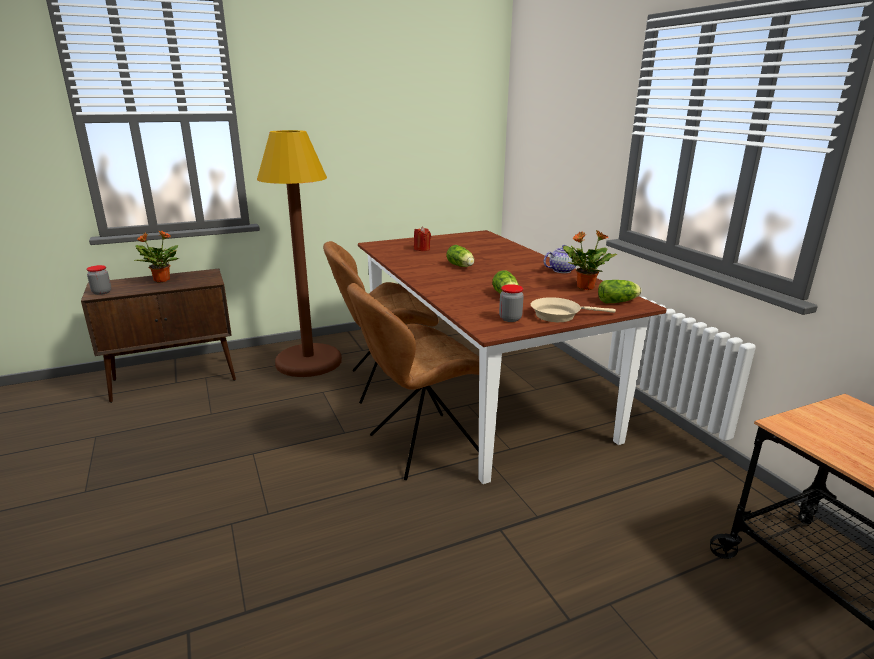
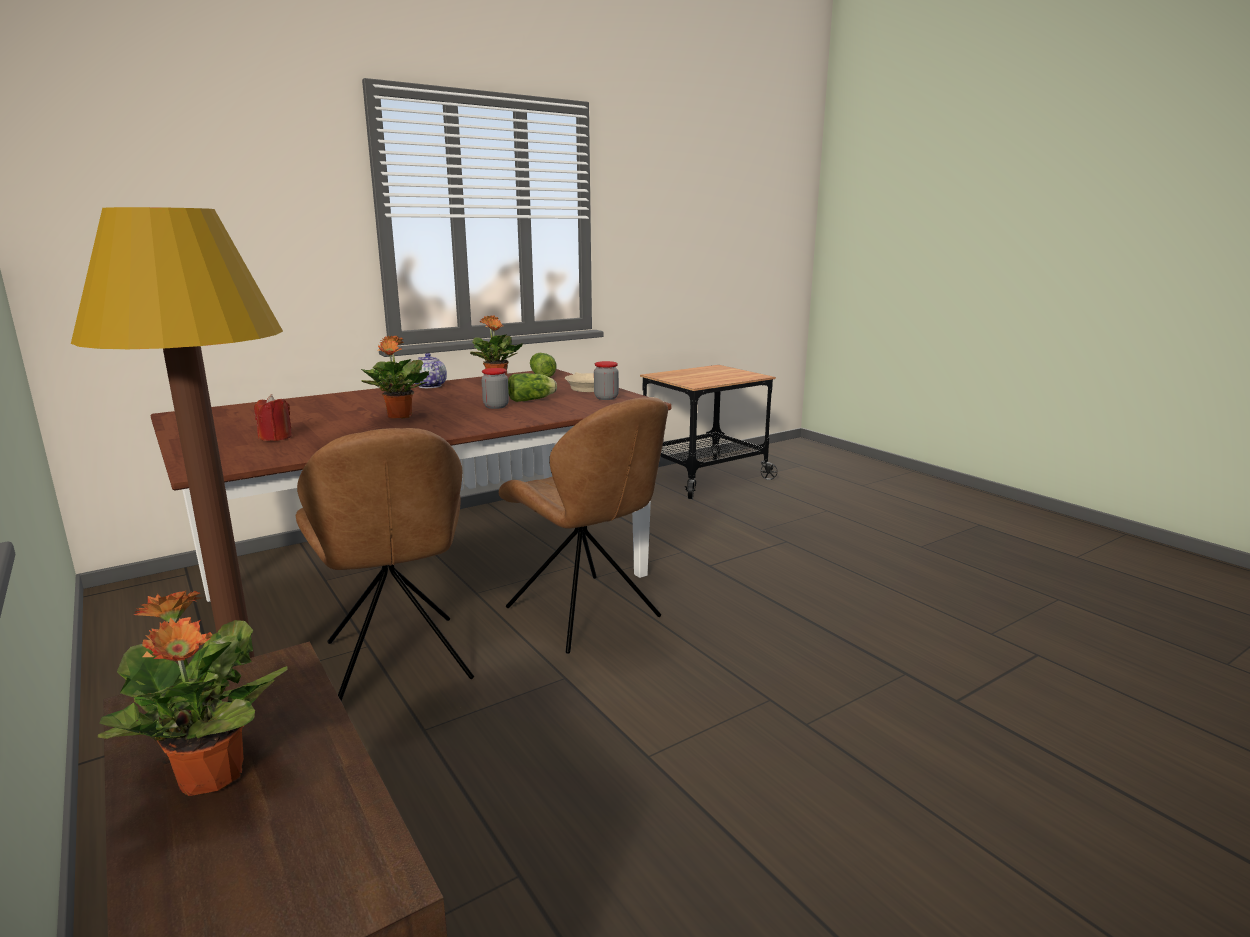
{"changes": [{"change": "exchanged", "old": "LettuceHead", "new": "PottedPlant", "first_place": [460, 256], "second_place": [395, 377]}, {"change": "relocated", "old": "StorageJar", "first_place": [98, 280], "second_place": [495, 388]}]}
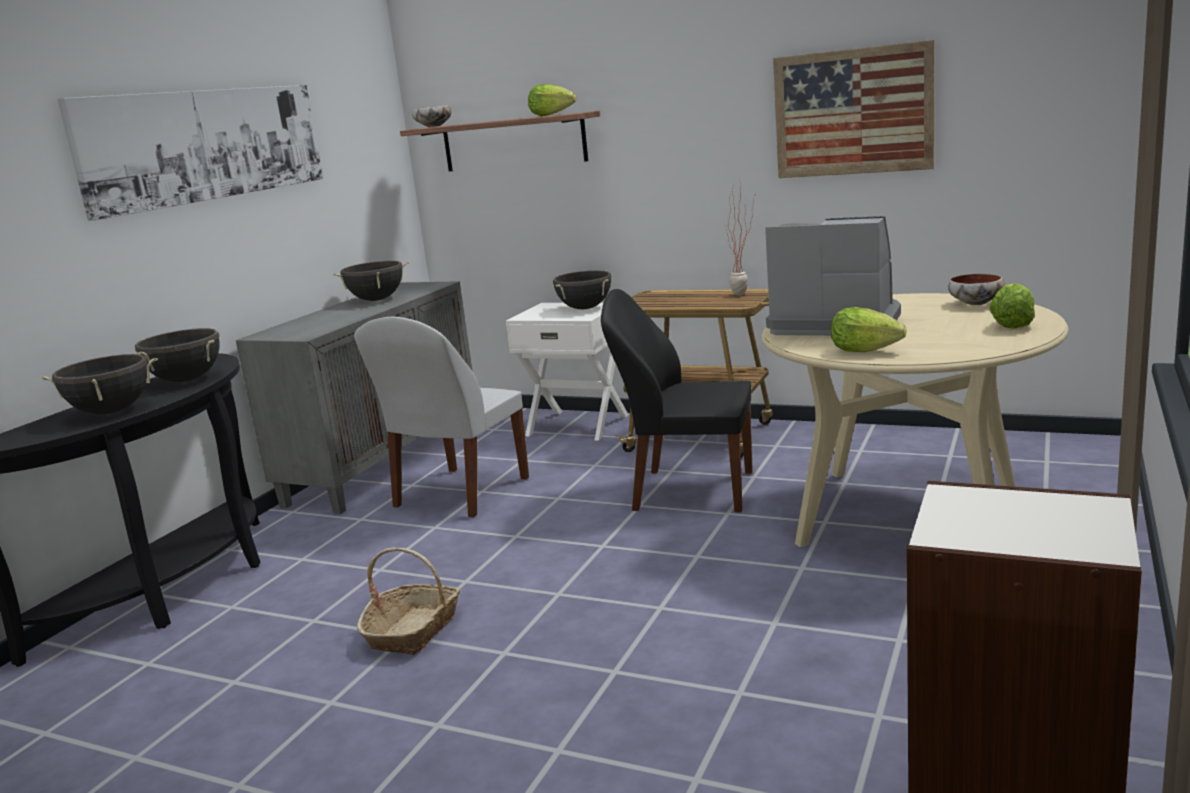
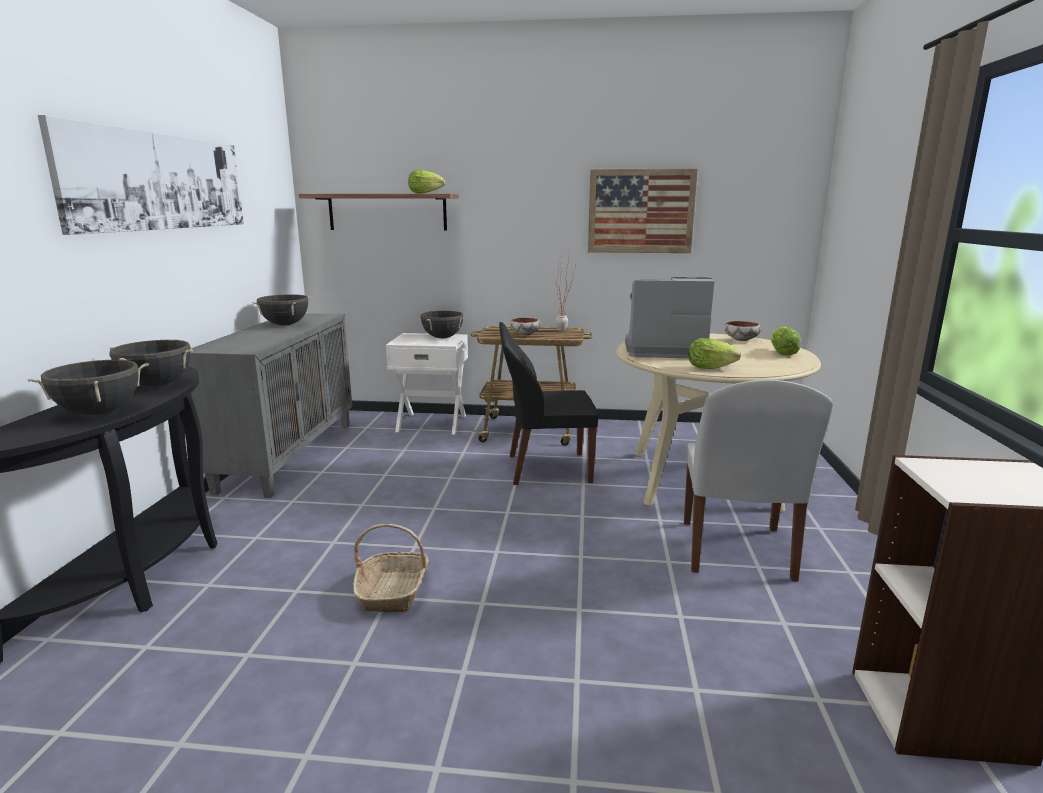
{"changes": [{"change": "relocated", "old": "ServingBowl", "first_place": [431, 116], "second_place": [525, 326]}, {"change": "relocated", "old": "WhitishChair", "first_place": [441, 417], "second_place": [758, 480]}]}
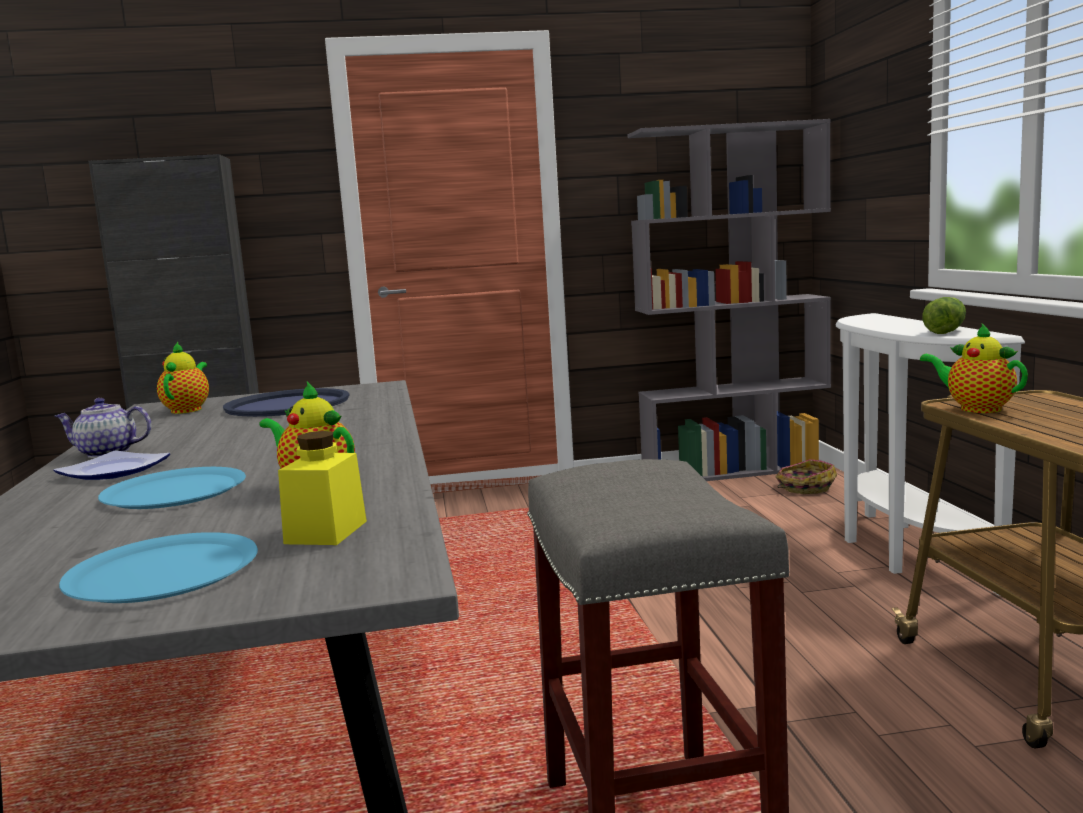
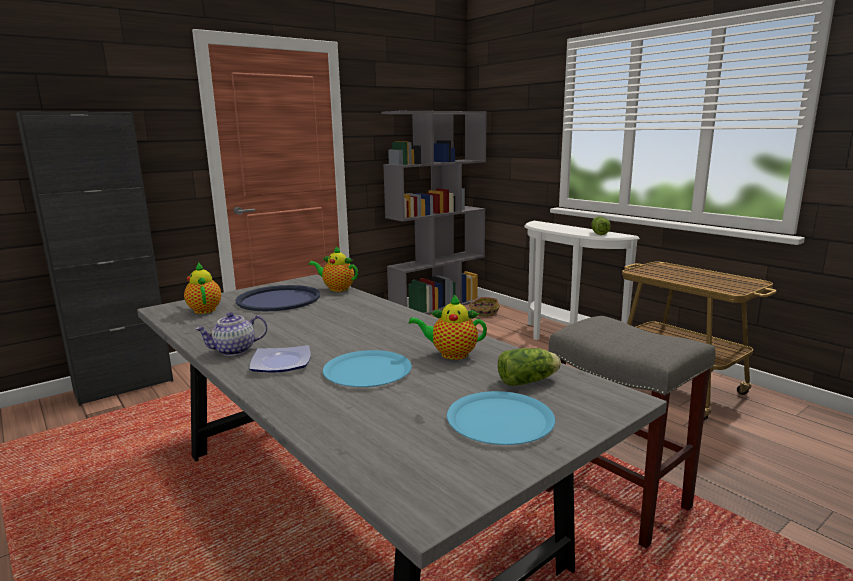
{"changes": [{"change": "relocated", "old": "TeaPot", "first_place": [974, 368], "second_place": [333, 269]}, {"change": "exchanged", "old": "YellowStorageJar", "new": "LettuceHead", "first_place": [322, 488], "second_place": [529, 367]}]}
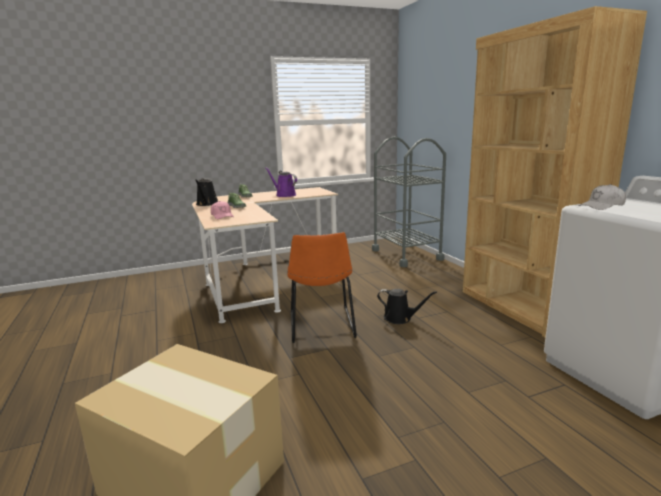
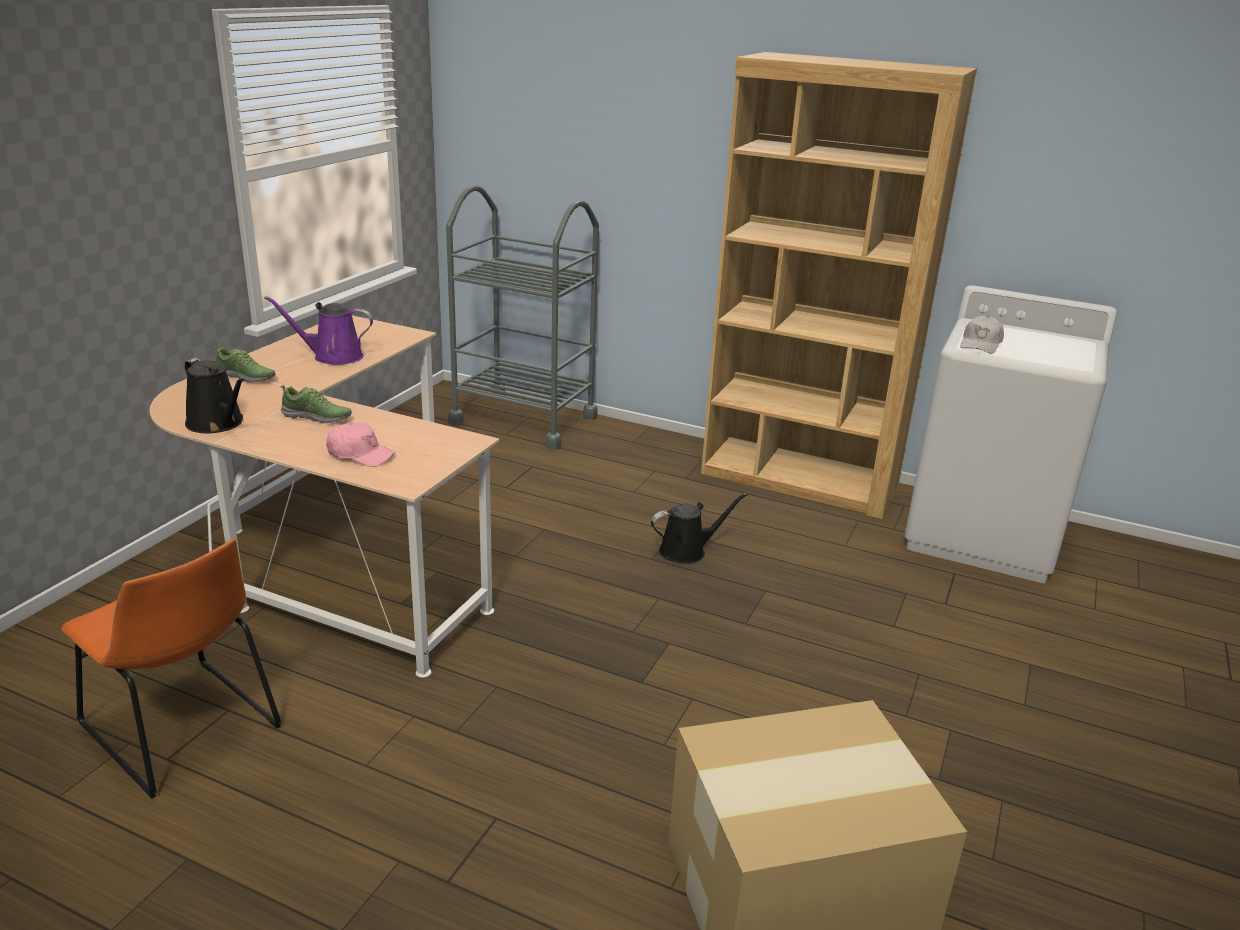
{"changes": [{"change": "relocated", "old": "OrangeyChair", "first_place": [322, 287], "second_place": [171, 669]}]}
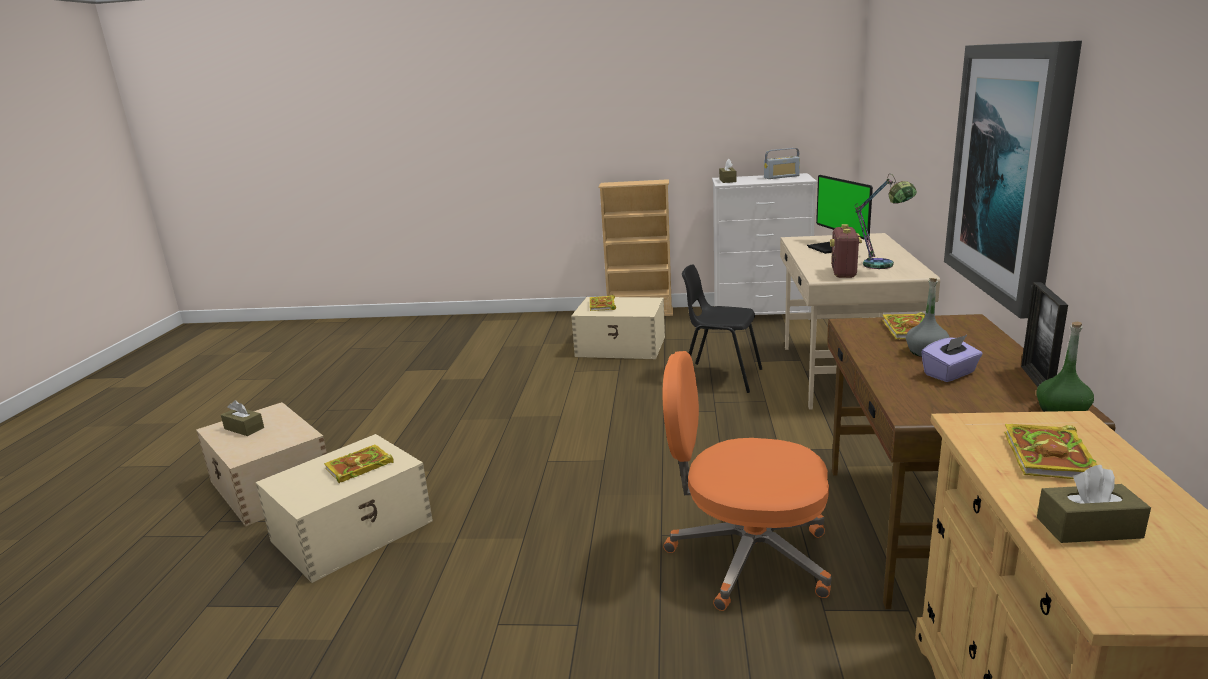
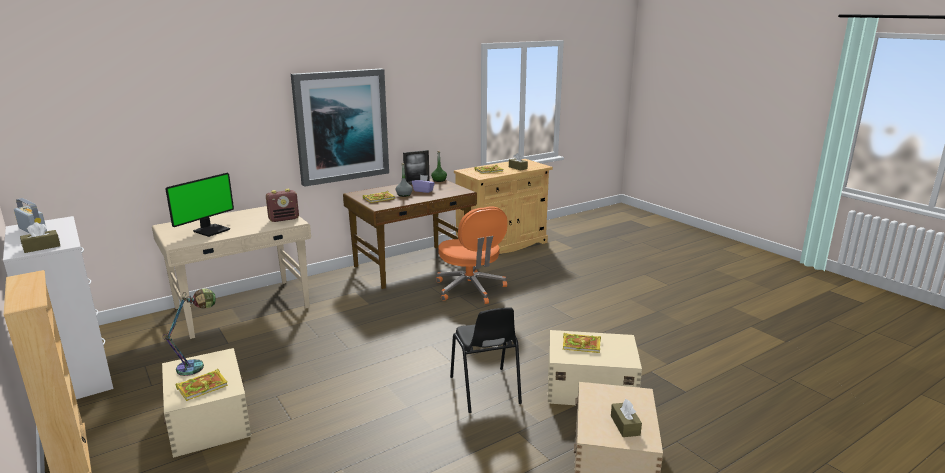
{"changes": [{"change": "relocated", "old": "TableLamp", "first_place": [886, 221], "second_place": [189, 332]}, {"change": "relocated", "old": "BlackChair", "first_place": [722, 328], "second_place": [486, 360]}]}
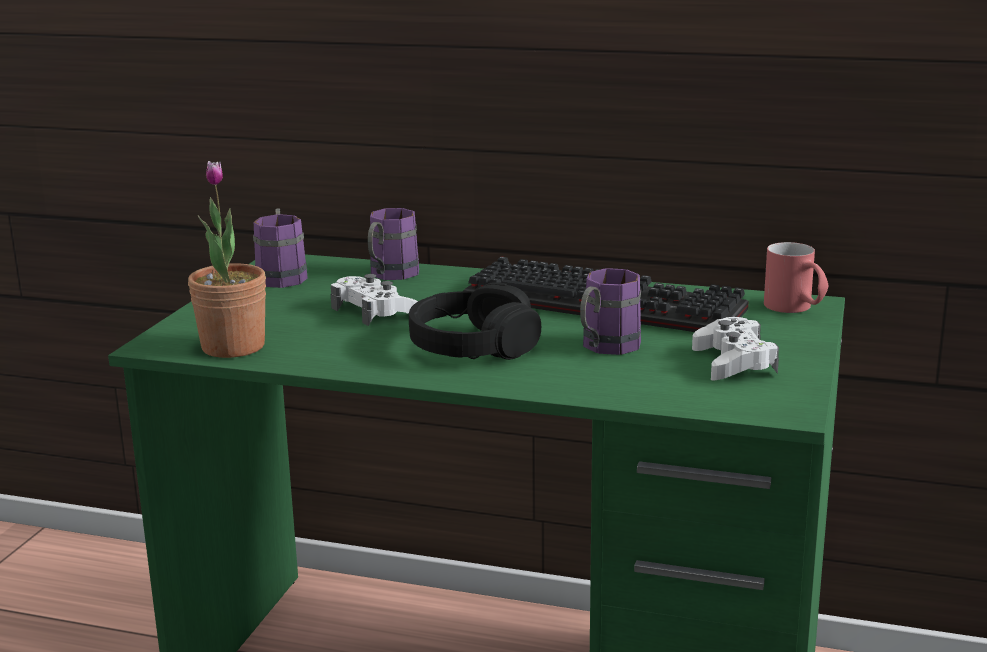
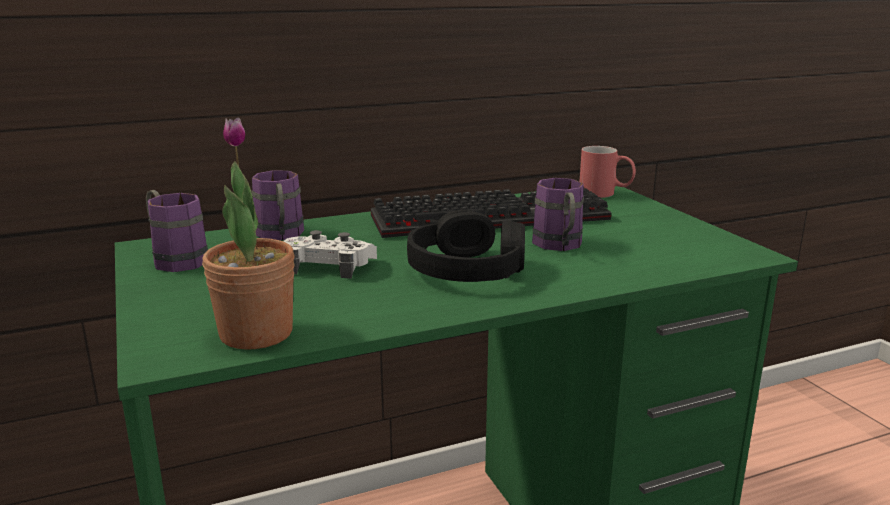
{"changes": [{"change": "missing", "old": "WhitishJoypad", "first_place": [735, 349]}]}
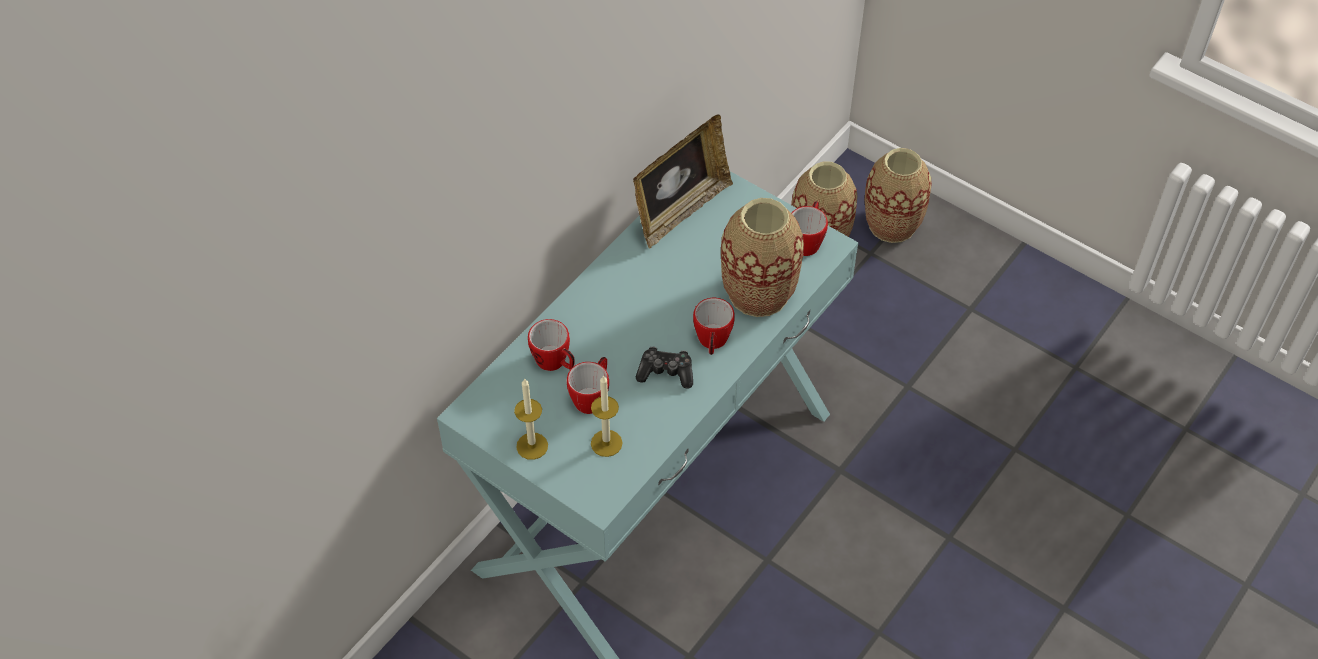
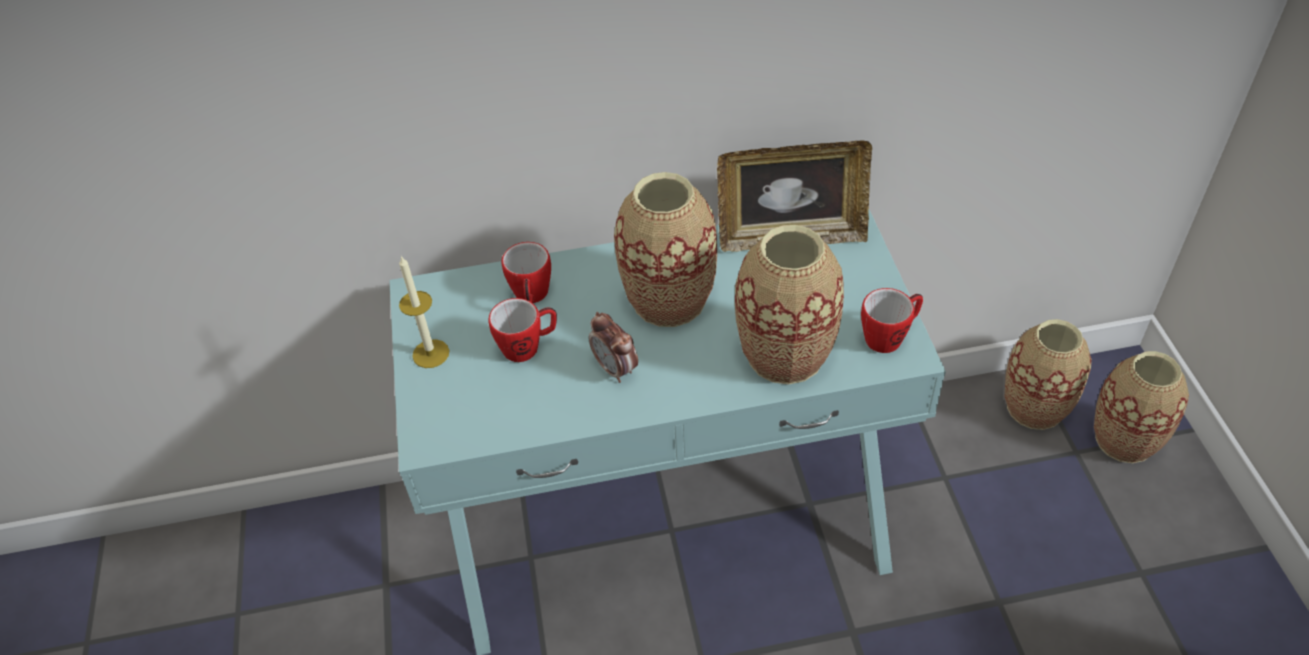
{"changes": [{"change": "missing", "old": "TeaMug", "first_place": [714, 326]}, {"change": "exchanged", "old": "Joypad", "new": "TableClock", "first_place": [664, 367], "second_place": [613, 347]}, {"change": "missing", "old": "Candle", "first_place": [607, 416]}, {"change": "appeared", "new": "FlowerVase", "second_place": [665, 249]}]}
